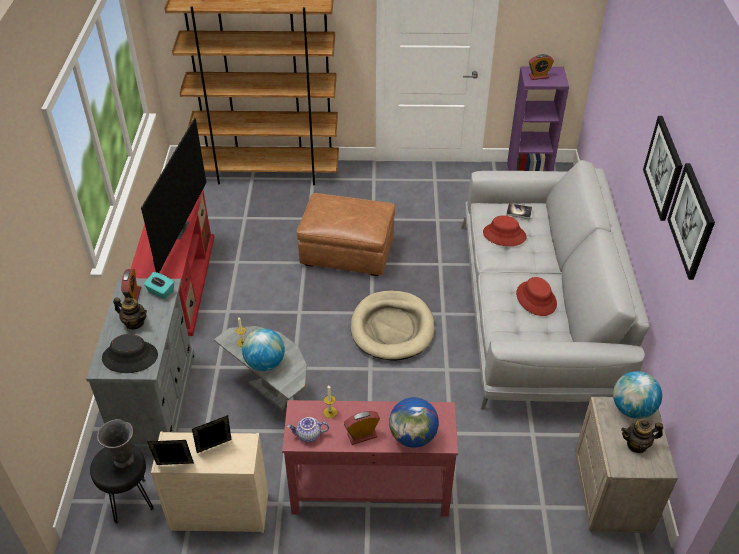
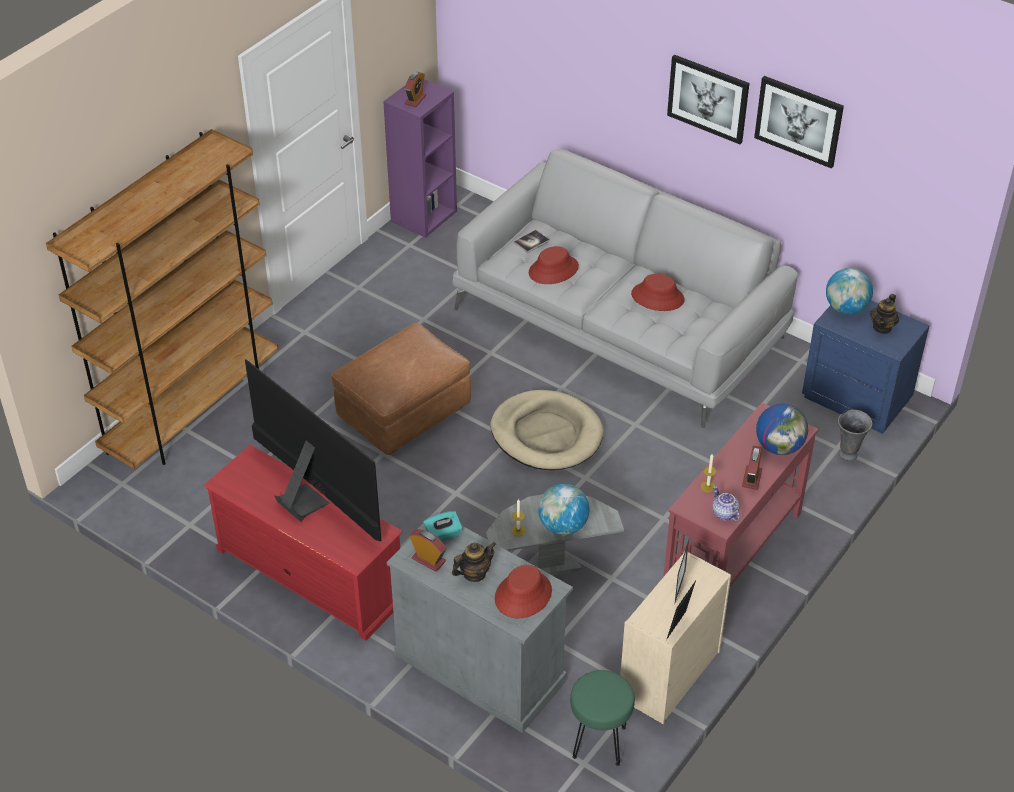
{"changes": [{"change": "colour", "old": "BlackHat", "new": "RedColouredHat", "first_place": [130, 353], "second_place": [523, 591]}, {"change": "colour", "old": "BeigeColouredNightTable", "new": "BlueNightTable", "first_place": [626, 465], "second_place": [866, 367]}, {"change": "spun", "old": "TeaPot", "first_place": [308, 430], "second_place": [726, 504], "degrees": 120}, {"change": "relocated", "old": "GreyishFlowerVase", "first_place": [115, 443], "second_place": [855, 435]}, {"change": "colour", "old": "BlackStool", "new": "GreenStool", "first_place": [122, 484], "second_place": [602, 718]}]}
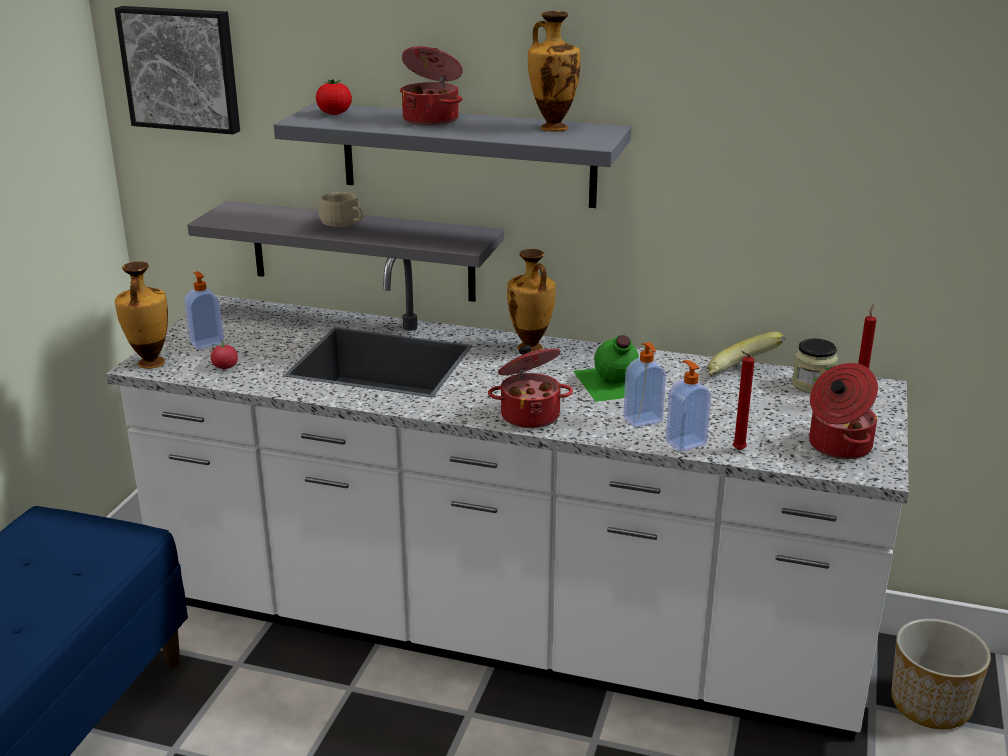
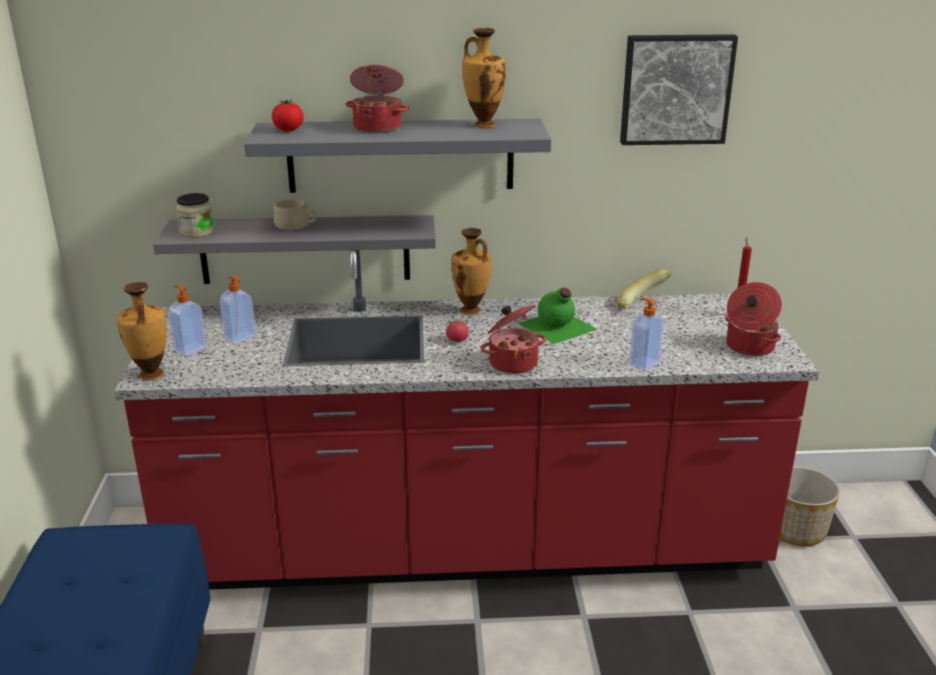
{"changes": [{"change": "relocated", "old": "Picture", "first_place": [177, 70], "second_place": [679, 89]}, {"change": "colour", "old": "WhitishCounter", "new": "RedColouredCounter", "first_place": [507, 499], "second_place": [467, 420]}, {"change": "relocated", "old": "FreshTomato", "first_place": [224, 354], "second_place": [457, 329]}, {"change": "relocated", "old": "StorageJar", "first_place": [815, 366], "second_place": [195, 215]}, {"change": "relocated", "old": "LiquidSoapBottle", "first_place": [644, 384], "second_place": [238, 310]}, {"change": "missing", "old": "RedColouredCandle", "first_place": [744, 400]}]}
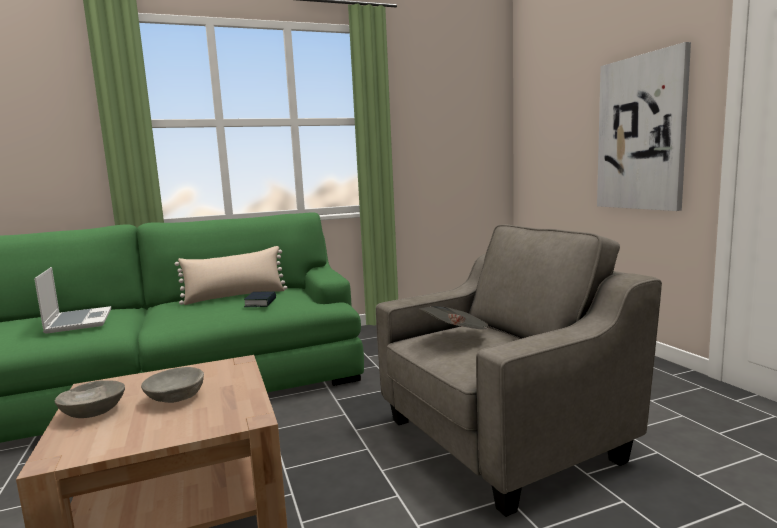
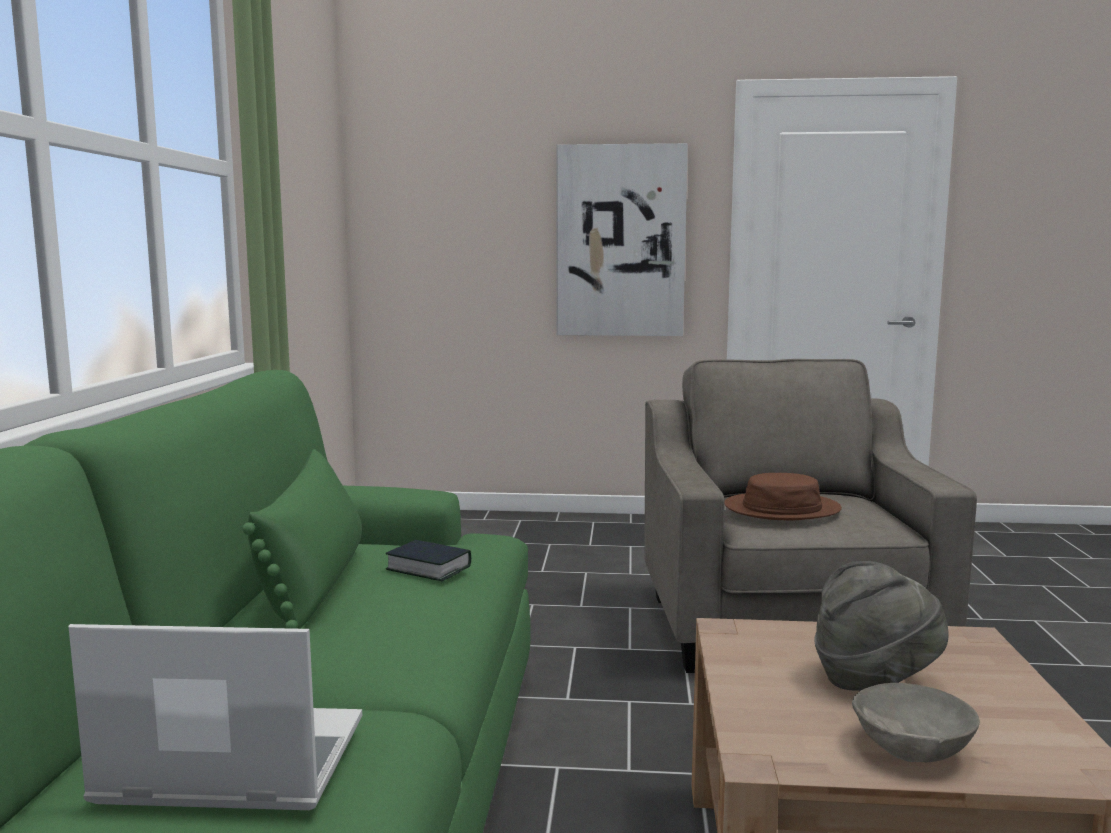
{"changes": [{"change": "colour", "old": "BeigeColouredThrowPillow", "new": "GreenThrowPillow", "first_place": [231, 275], "second_place": [302, 539]}, {"change": "exchanged", "old": "DailyPaper", "new": "BrownishHat", "first_place": [454, 318], "second_place": [783, 496]}, {"change": "exchanged", "old": "GreyishServingBowl", "new": "GreyishHat", "first_place": [172, 385], "second_place": [882, 626]}]}
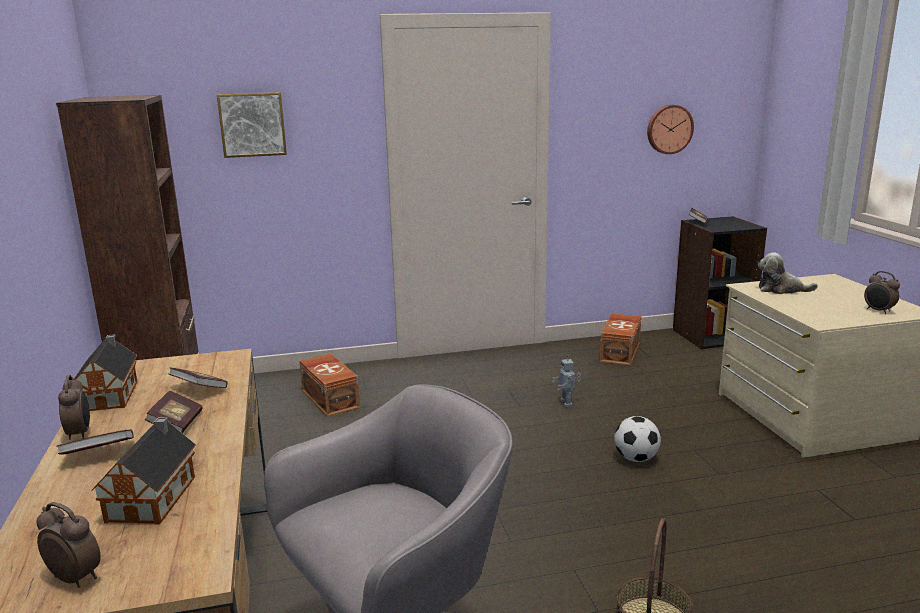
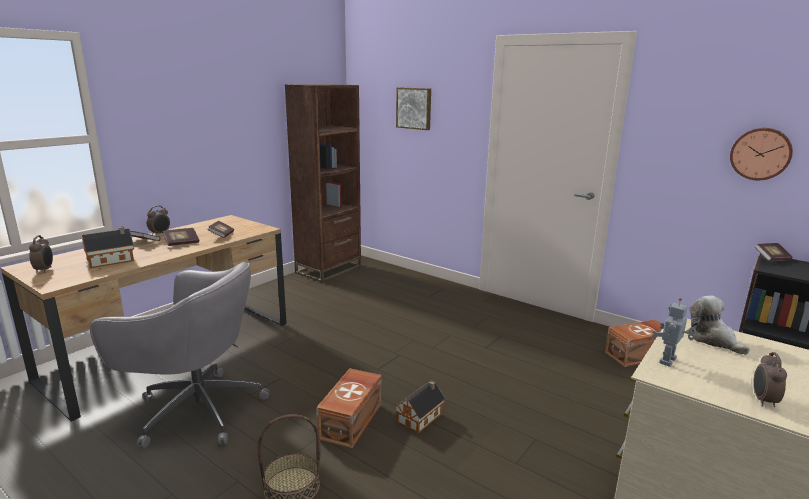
{"changes": [{"change": "relocated", "old": "ToyHouse", "first_place": [105, 372], "second_place": [420, 407]}, {"change": "relocated", "old": "BrownishStorageBin", "first_place": [329, 385], "second_place": [349, 408]}, {"change": "relocated", "old": "RobotFigure", "first_place": [566, 381], "second_place": [674, 332]}, {"change": "missing", "old": "BallForFootball", "first_place": [637, 439]}]}
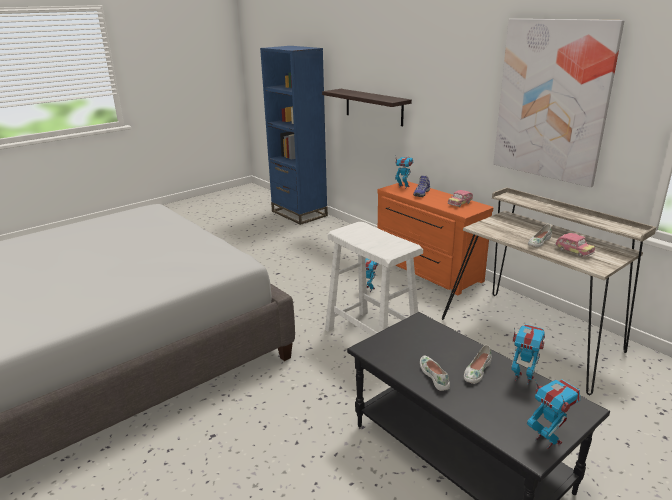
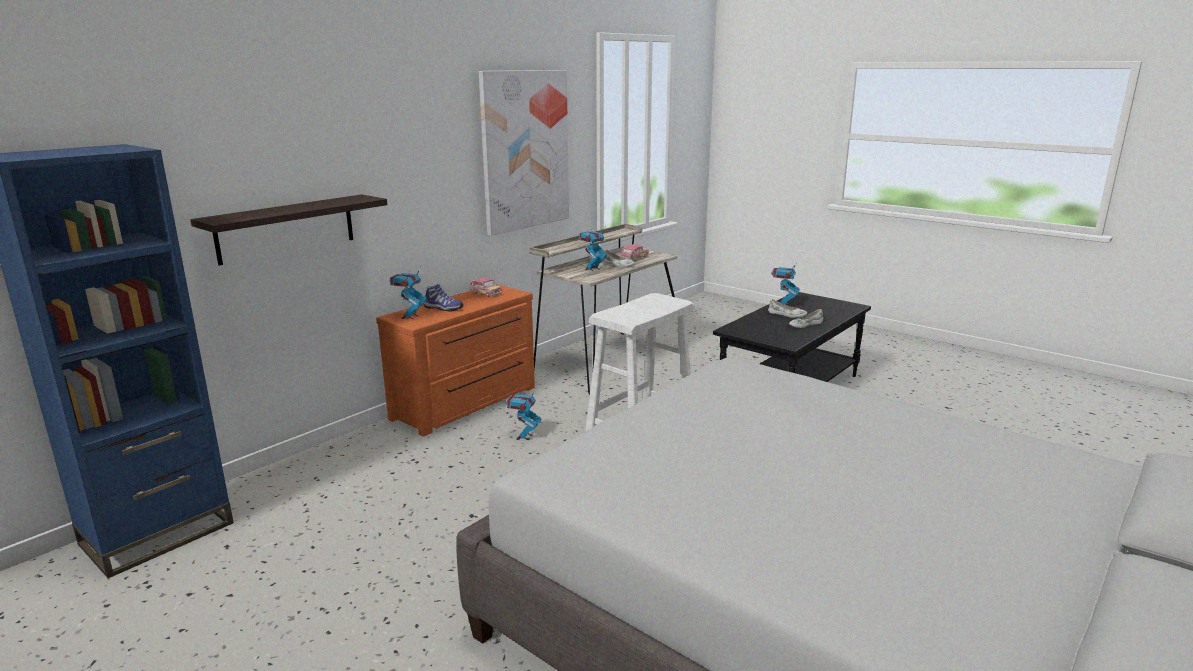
{"changes": [{"change": "relocated", "old": "RobotFigure", "first_place": [553, 414], "second_place": [593, 248]}]}
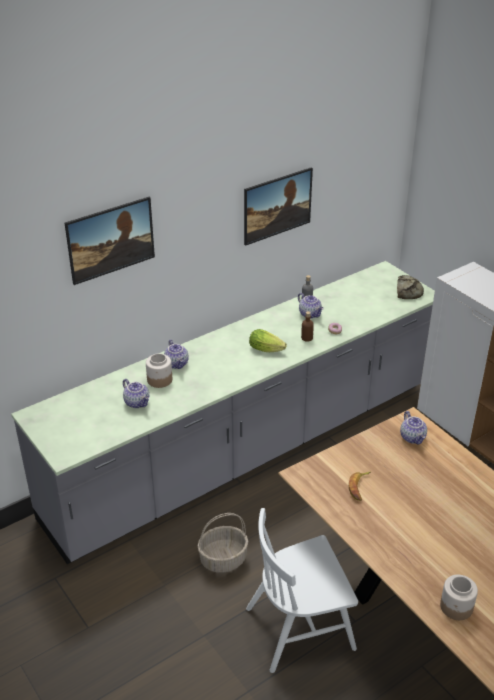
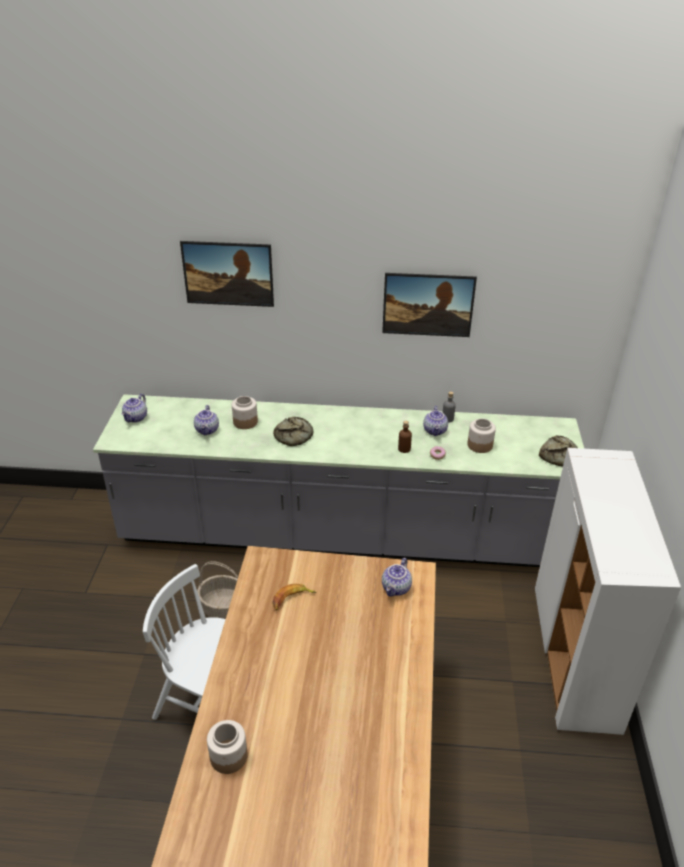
{"changes": [{"change": "missing", "old": "LettuceHead", "first_place": [268, 340]}, {"change": "relocated", "old": "TeaPot", "first_place": [176, 354], "second_place": [134, 408]}, {"change": "appeared", "new": "BakedBread", "second_place": [293, 431]}, {"change": "appeared", "new": "StorageJar", "second_place": [481, 435]}]}
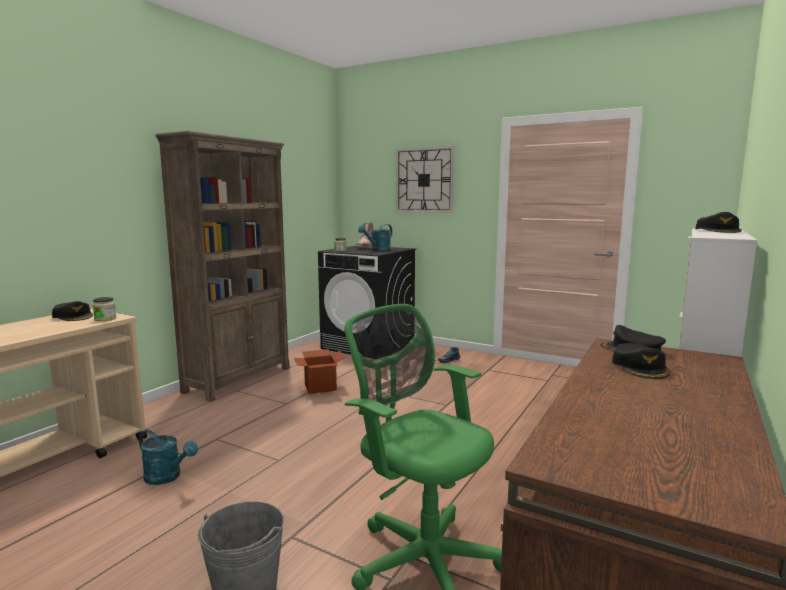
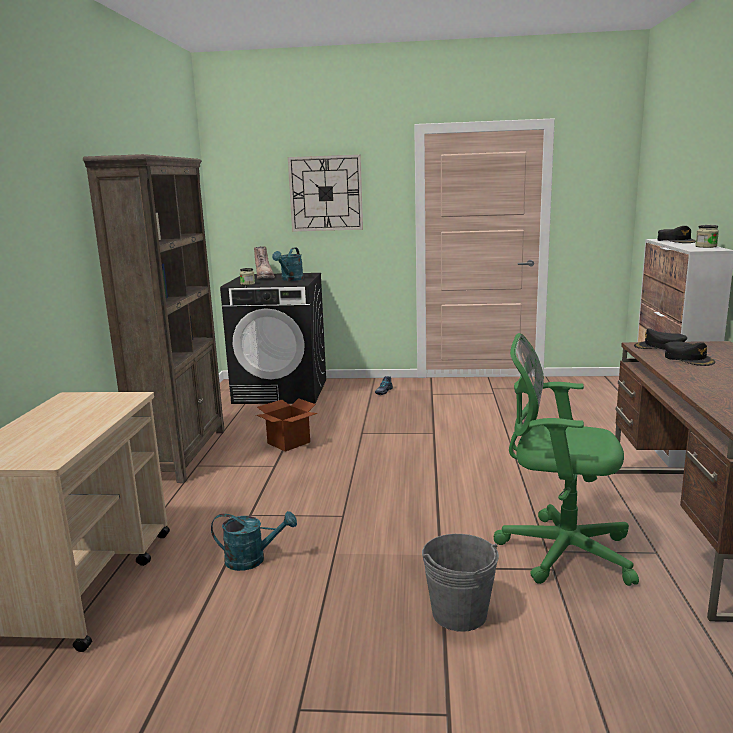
{"changes": [{"change": "relocated", "old": "StorageJar", "first_place": [104, 309], "second_place": [707, 236]}, {"change": "missing", "old": "BlackCap", "first_place": [72, 311]}]}
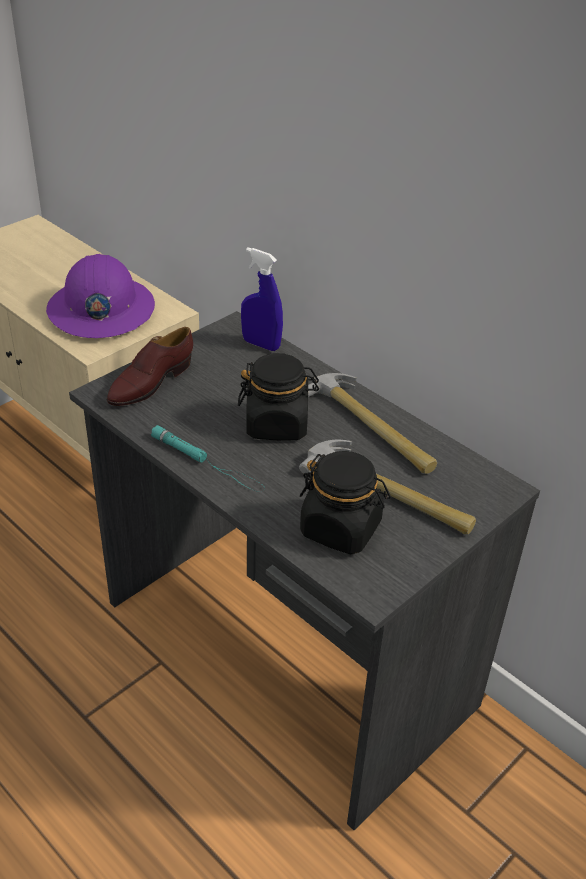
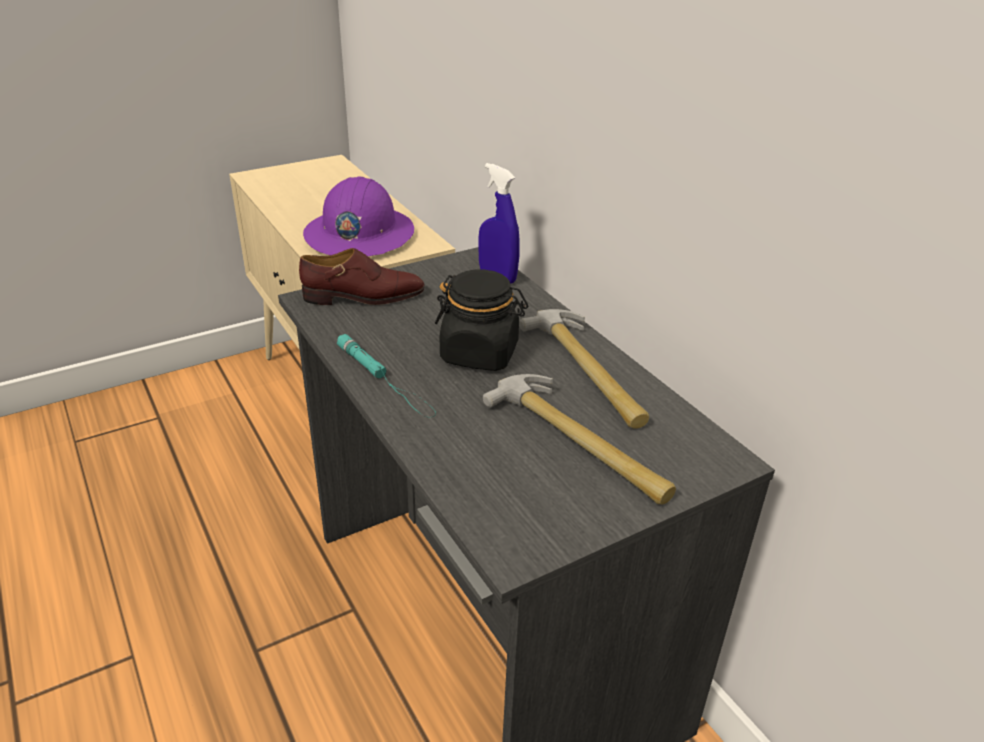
{"changes": [{"change": "spun", "old": "BrownishLowShoe", "first_place": [149, 366], "second_place": [362, 276], "degrees": -150}, {"change": "missing", "old": "BlackStorageJar", "first_place": [345, 502]}]}
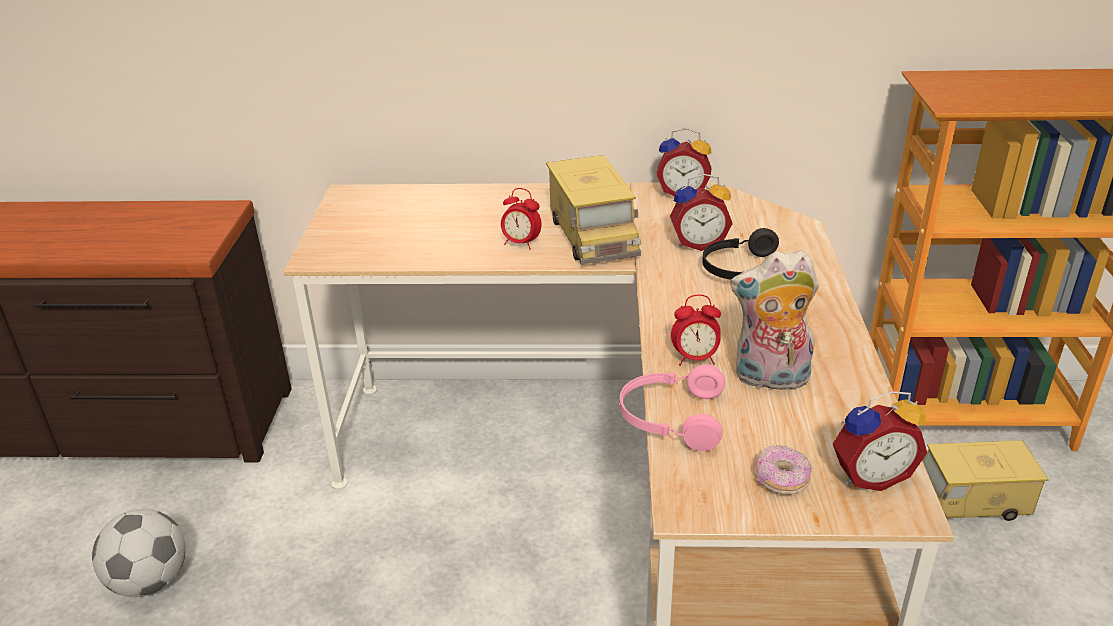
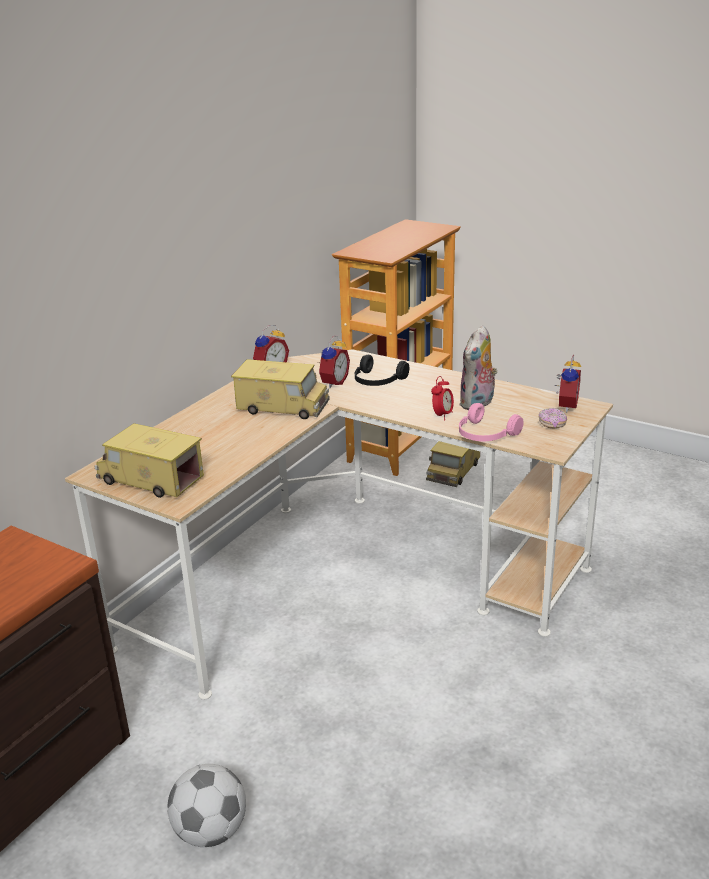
{"changes": [{"change": "missing", "old": "TableClock", "first_place": [521, 219]}, {"change": "appeared", "new": "ToyTruck", "second_place": [149, 460]}]}
